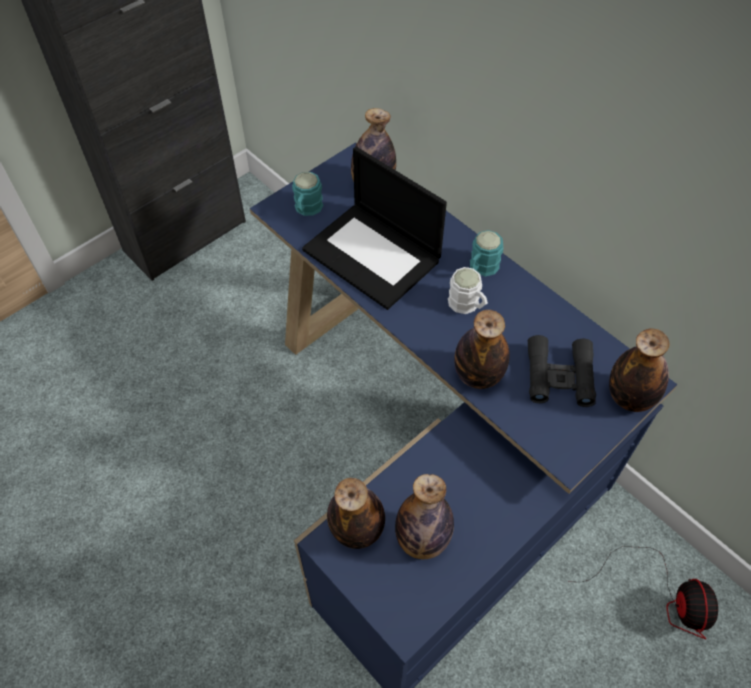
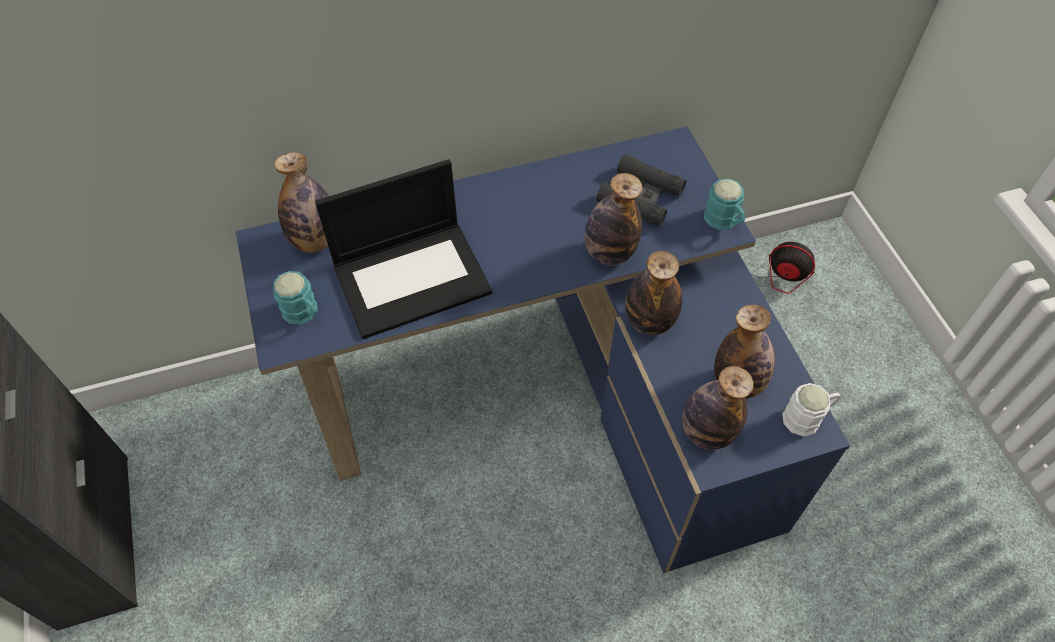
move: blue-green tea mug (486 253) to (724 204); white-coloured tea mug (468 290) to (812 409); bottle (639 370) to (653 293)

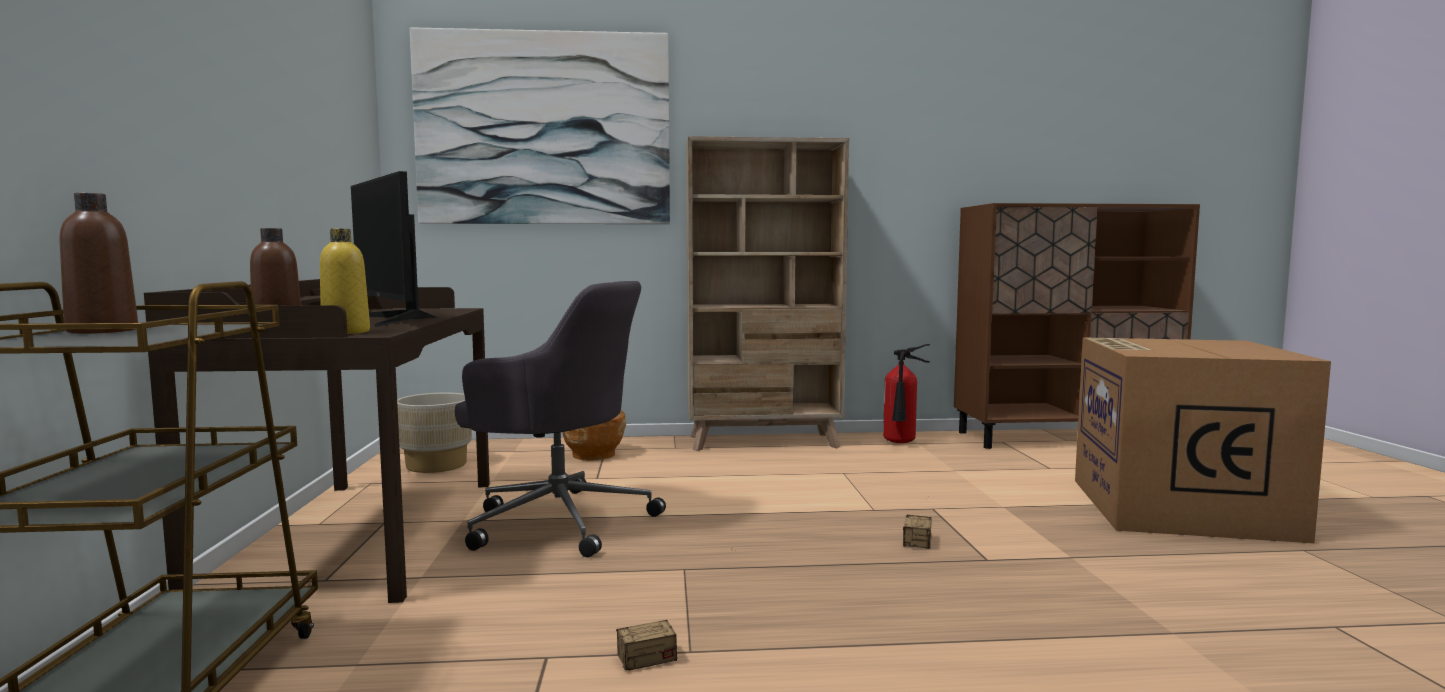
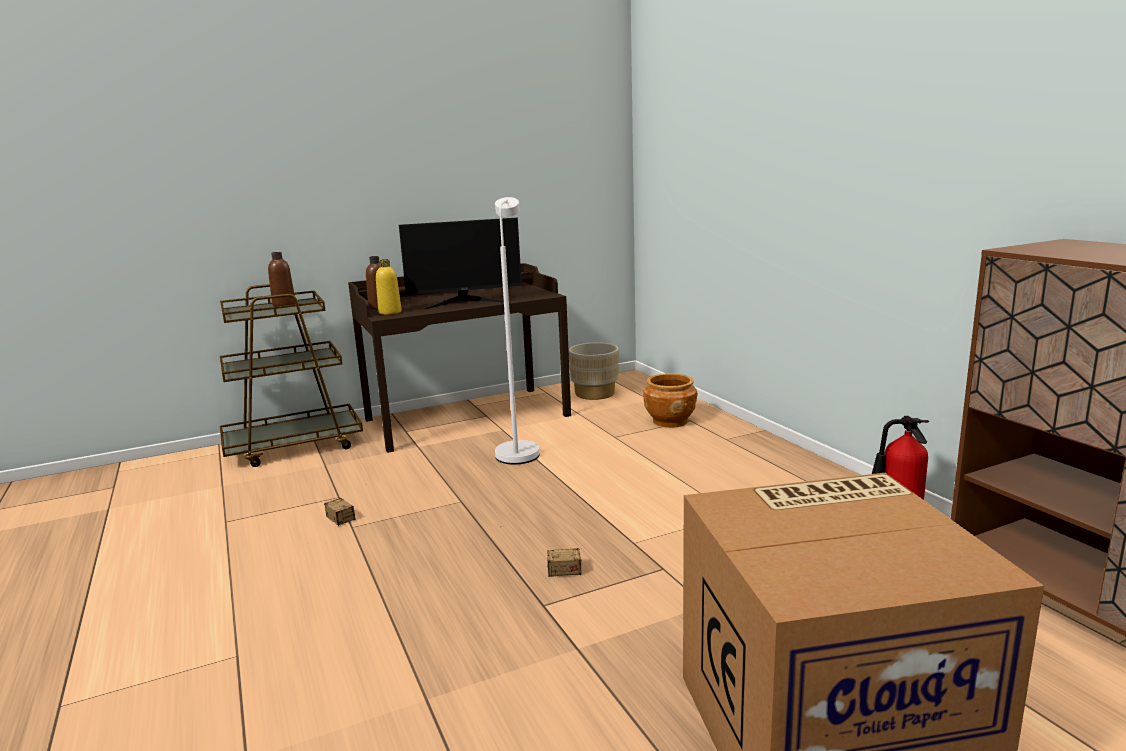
delete: wall picture (540 125); sand-coloured bookshelf (767 293)
replace: grey office chair (560 419) to white-coloured standard lamp (517 330)
rotate: monitor (394 249) = (460 263) 135 degrees counterclockwise

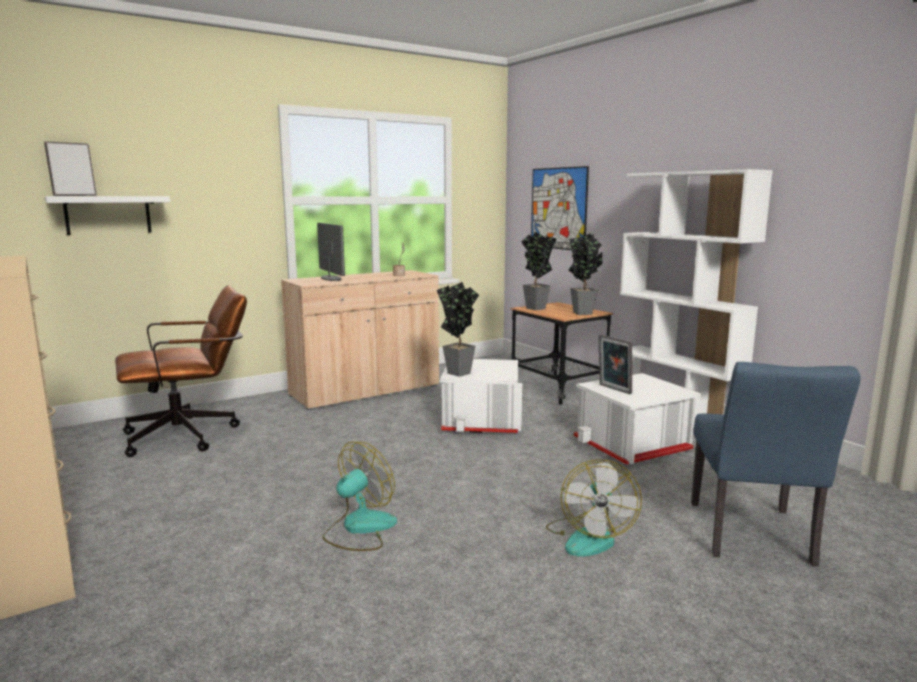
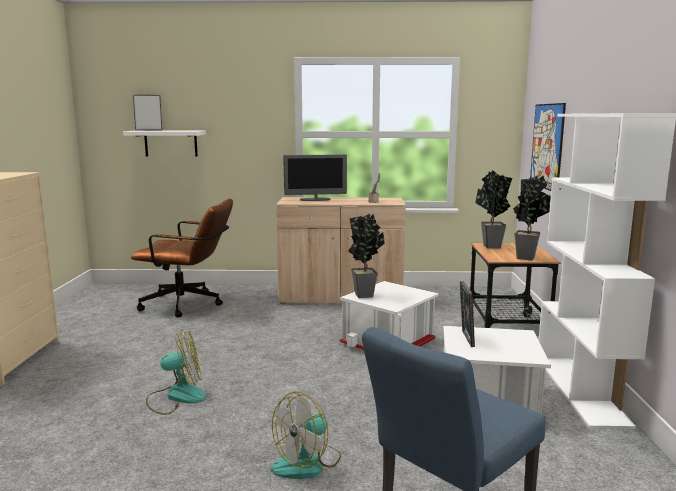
rotate: monitor (331 252) = (315 177) 75 degrees clockwise

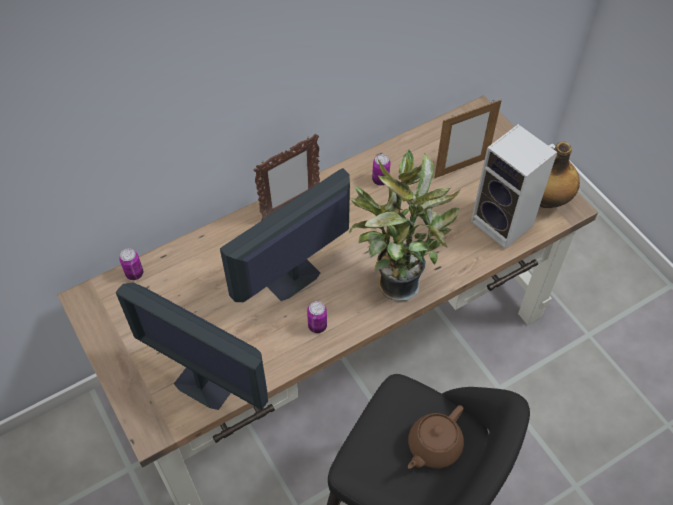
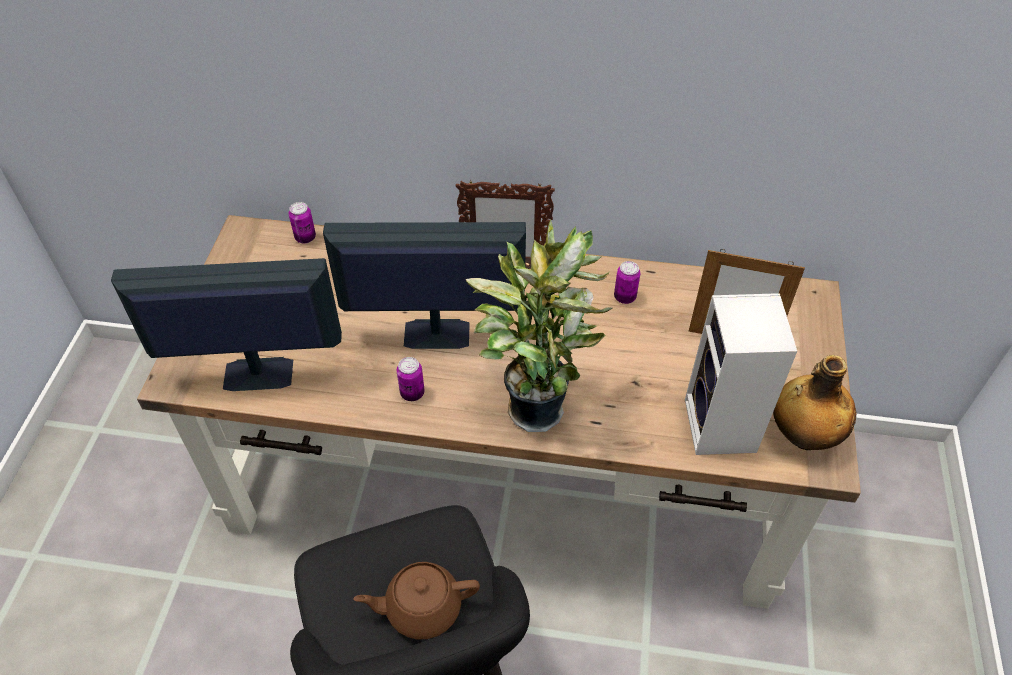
rotate: monitor (192 346) = (226 324) 105 degrees clockwise

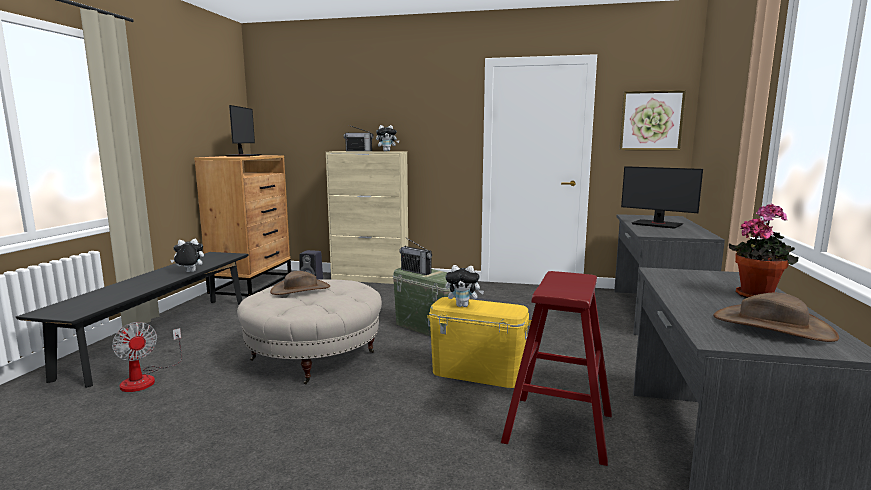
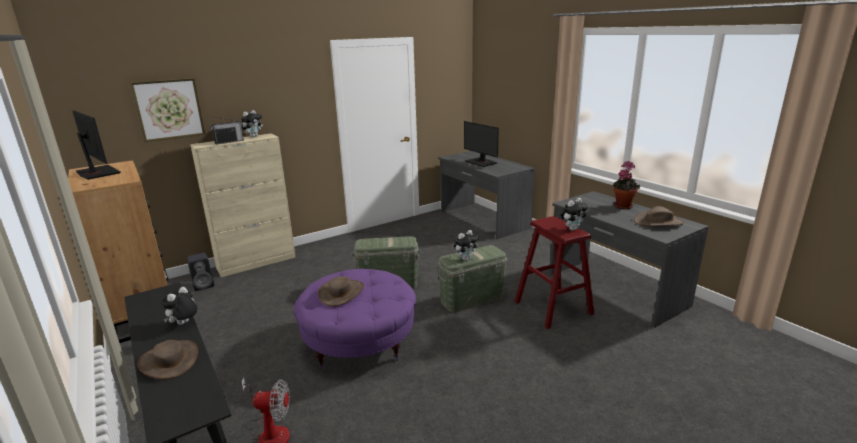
delete: radio (415 256)
insert: plush toy (574 214); brown-coloured wearable hat (167 359)
move: wall picture (652 120) to (168 110)
recolor: sand-coloured ottoman (309 332) to purplish ottoman (355 319); yellow storage box (479 342) to greenish storage box (472 279)
rotate: monitor (662 197) = (481 144) 60 degrees clockwise

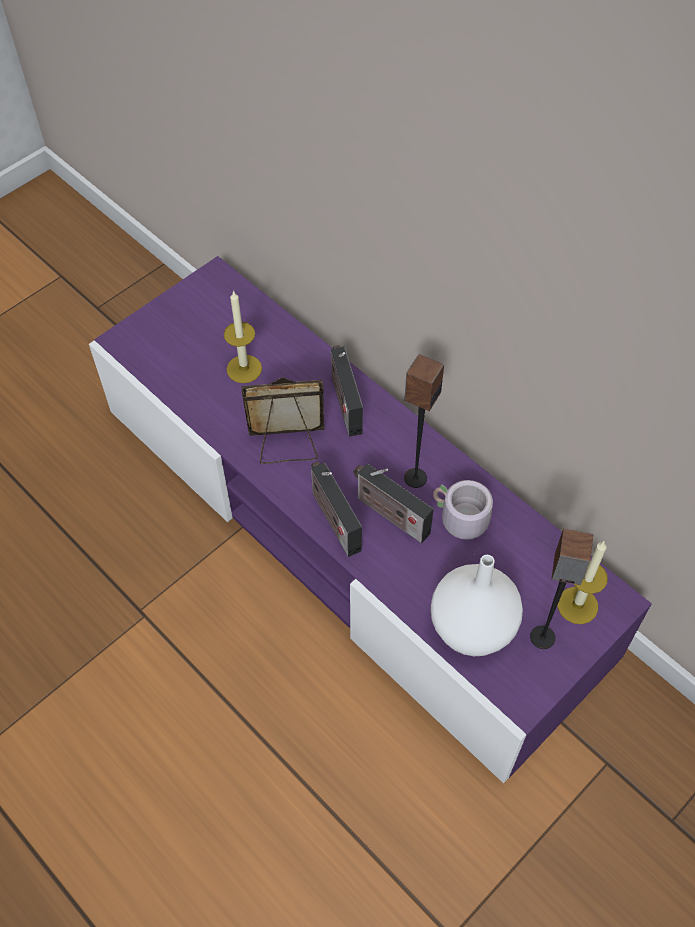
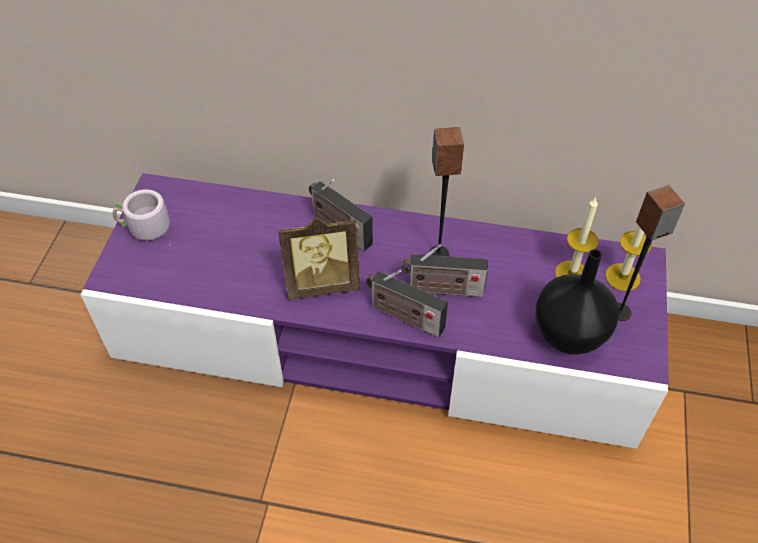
move: candle (243 336) to (577 237); grey tea mug (463 517) to (142 215)
recolor: white-coloured decorative vase (476 605) to black decorative vase (577 301)
rotate: picture frame (282 421) = (319 259) 150 degrees counterclockwise

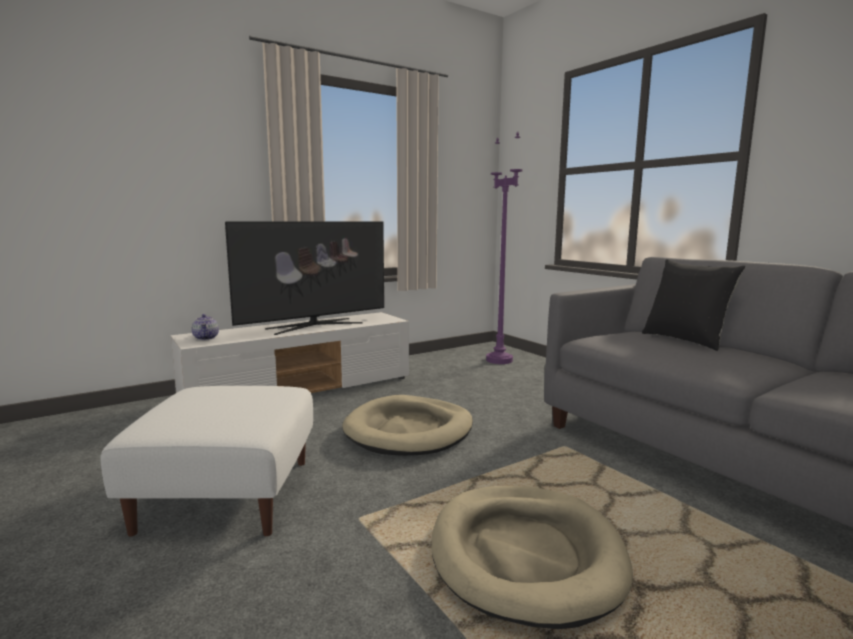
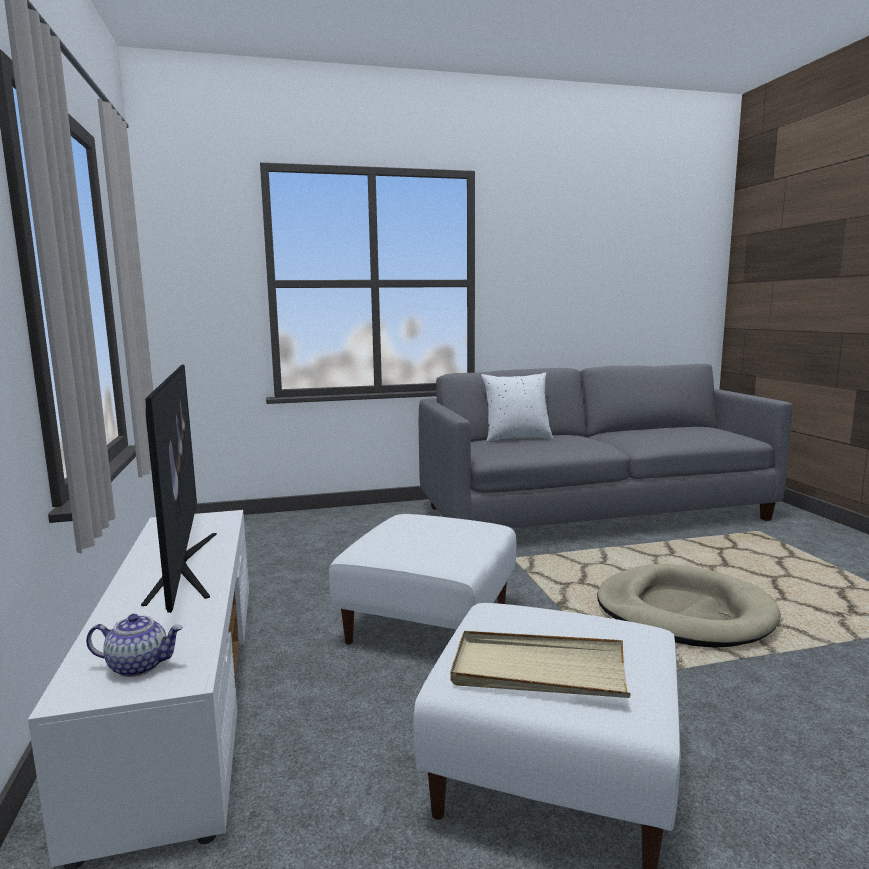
delete: purplish standard lamp (504 248)
insert: sand-coloured carrying tray (540 664)
replace: sand-coloured dog bed (407 425) to white-coloured ottoman (422 579)
recolor: black throw pillow (694 305) to white-coloured throw pillow (517 407)

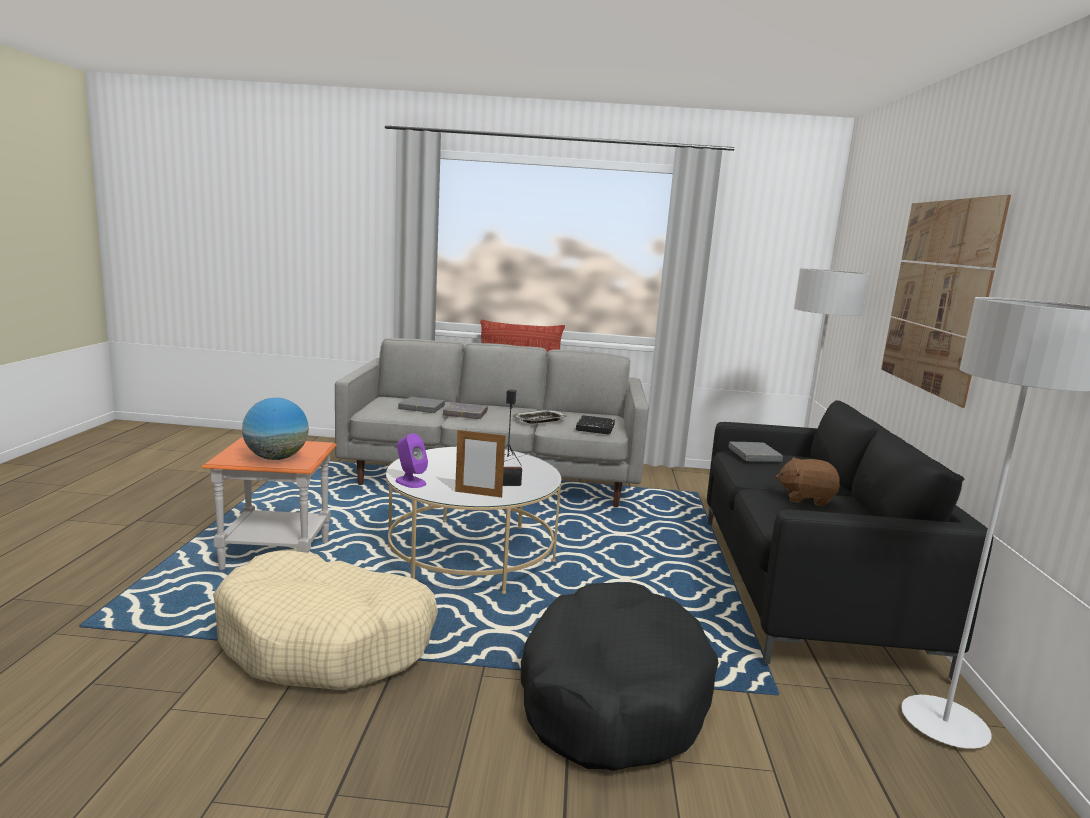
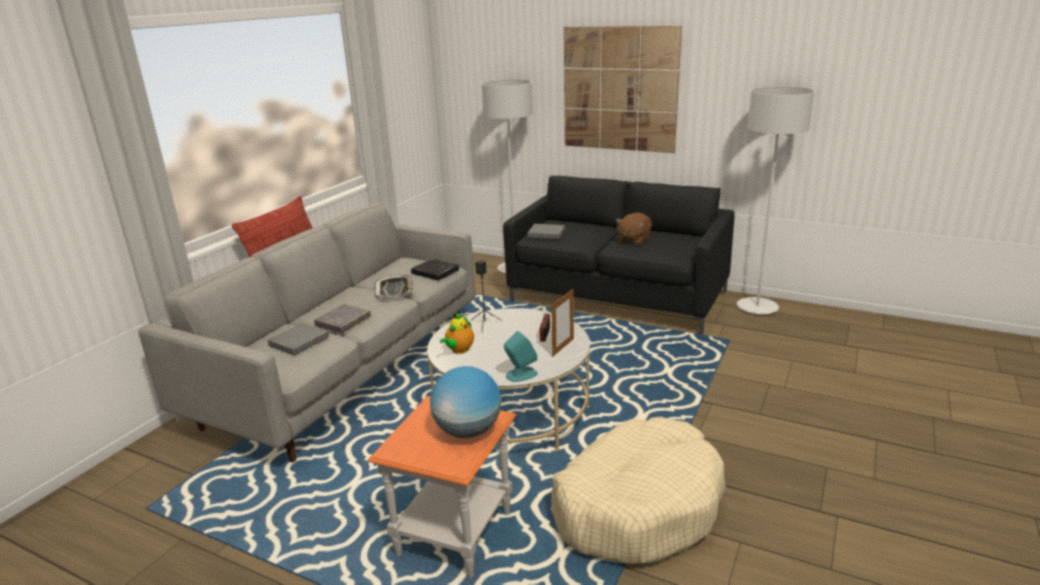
delete: black dog bed (620 676)
insert: tea pot (457 333)
recolor: purplish audio speaker (412 460) to blue-green audio speaker (520 356)

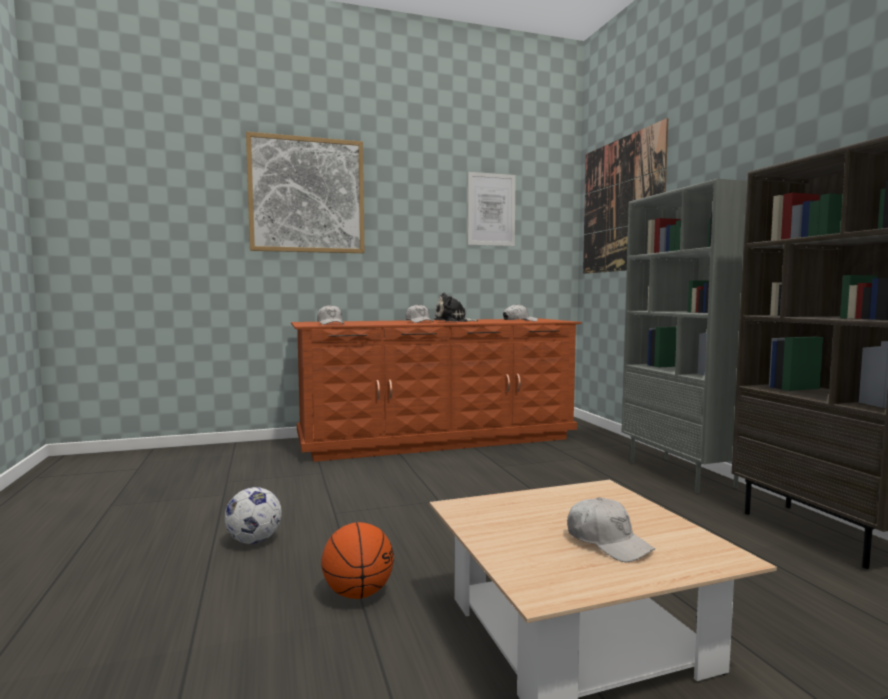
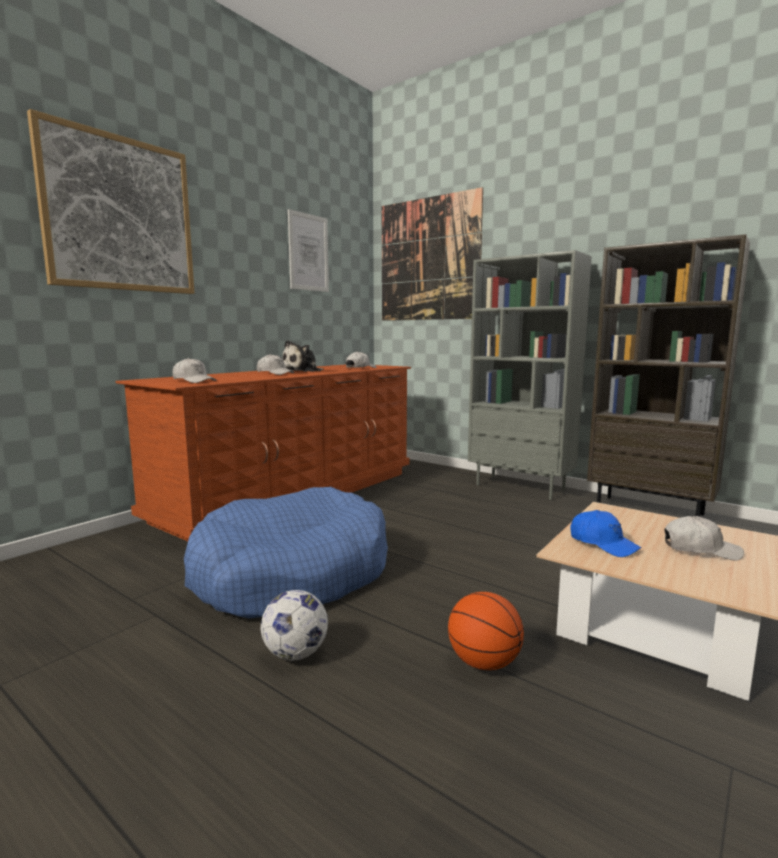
insert: bluish dog bed (286 553); bluish peaked cap (605 533)

